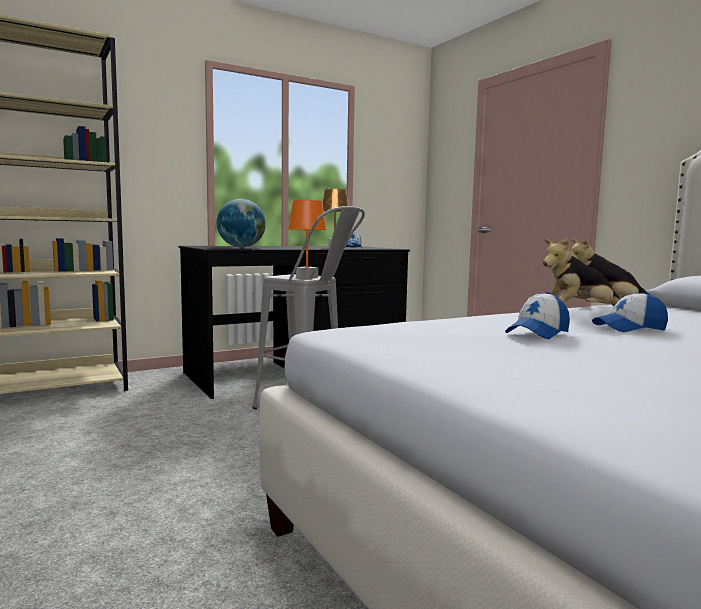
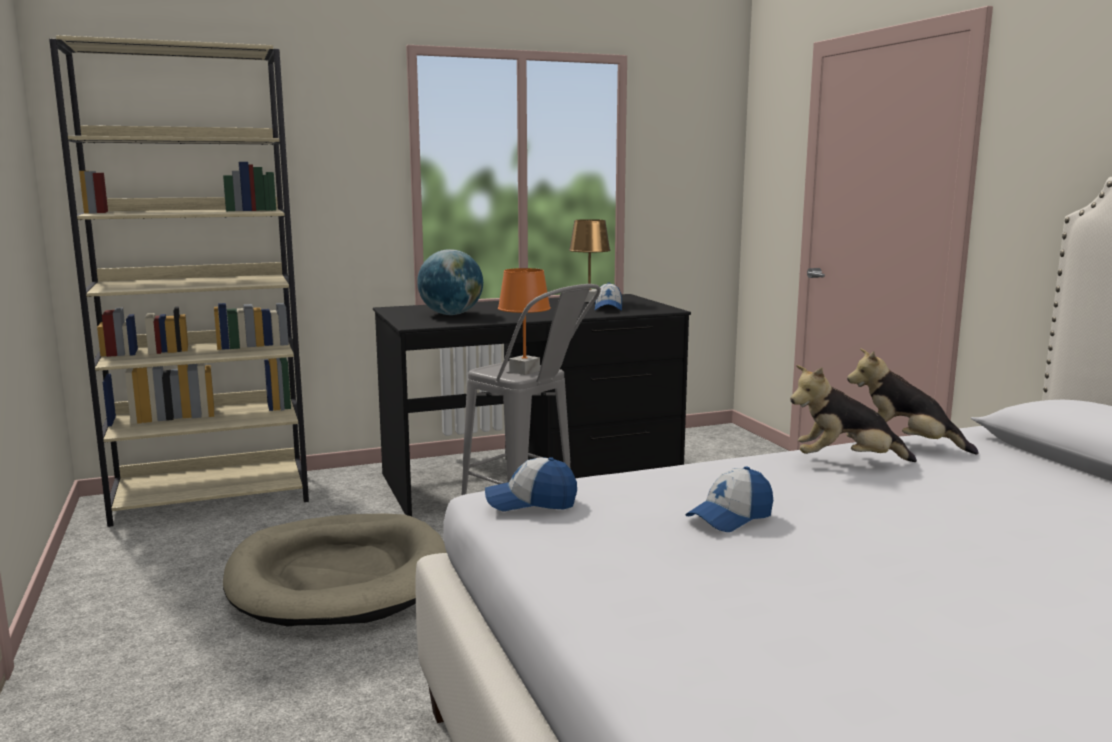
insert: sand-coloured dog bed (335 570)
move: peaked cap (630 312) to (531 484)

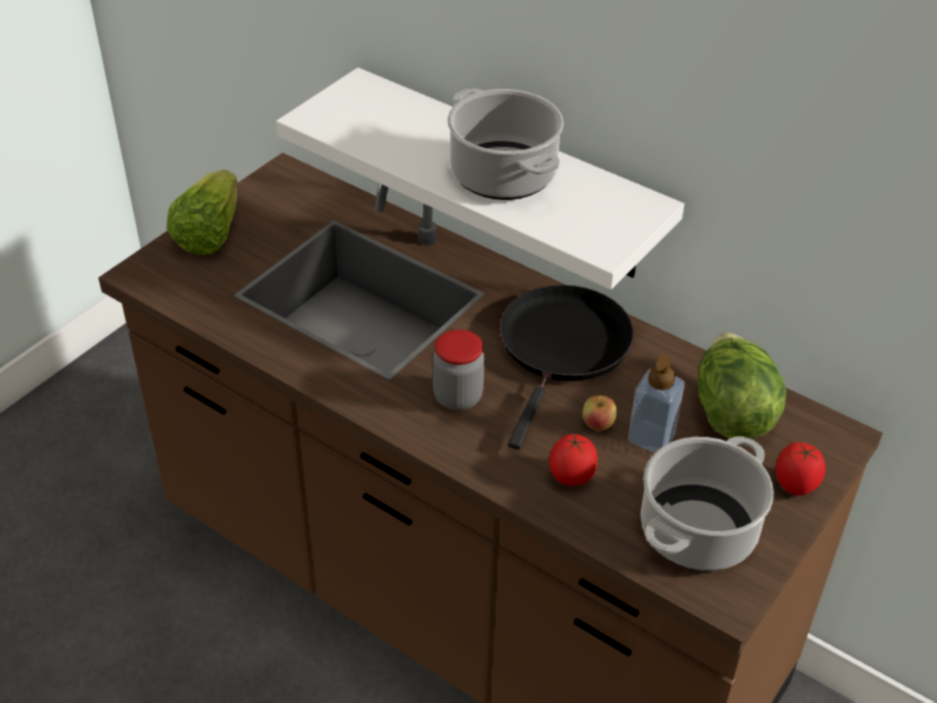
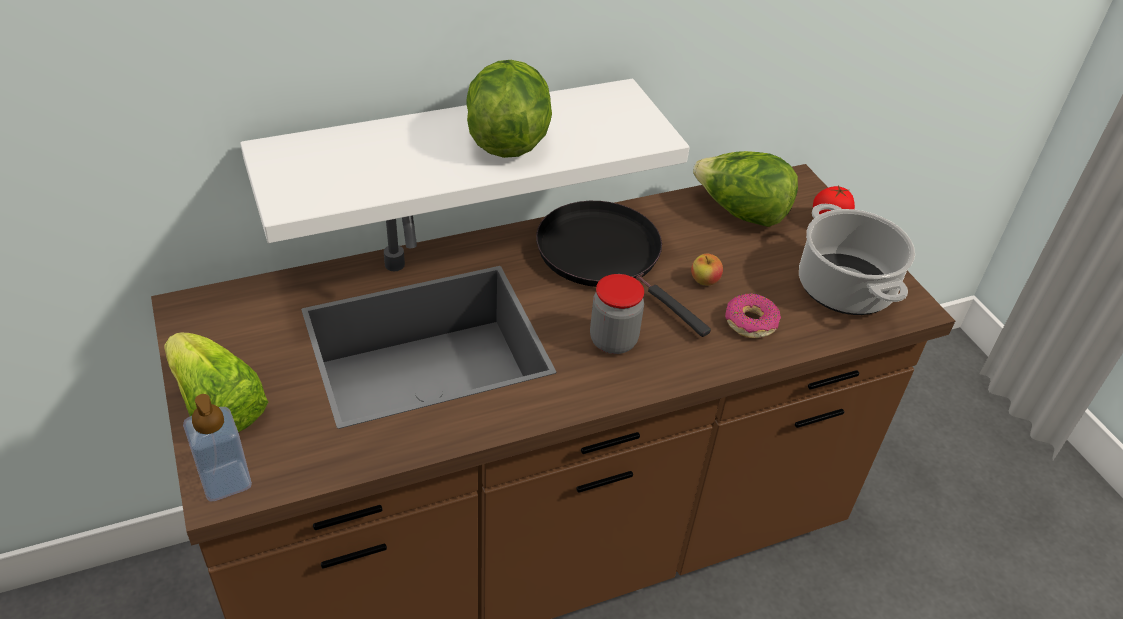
move: liquid soap bottle (656 403) to (217 448)
replace: cooking pot (505 144) to lettuce (509 109); tomato (573 459) to ring doughnut (753 315)

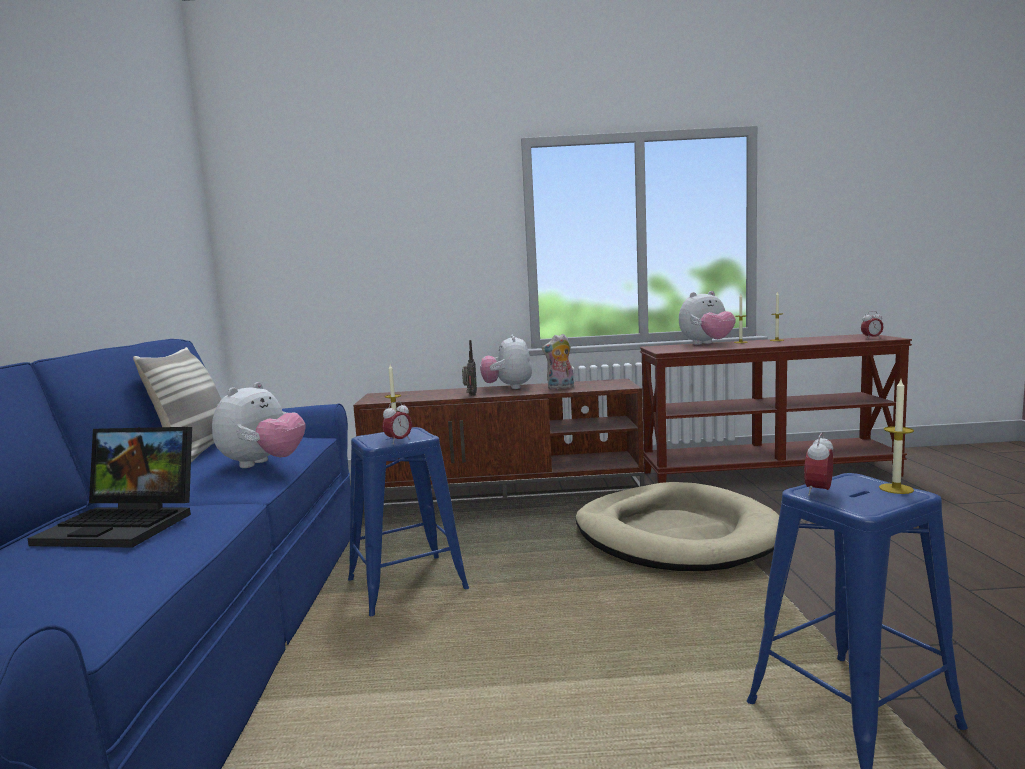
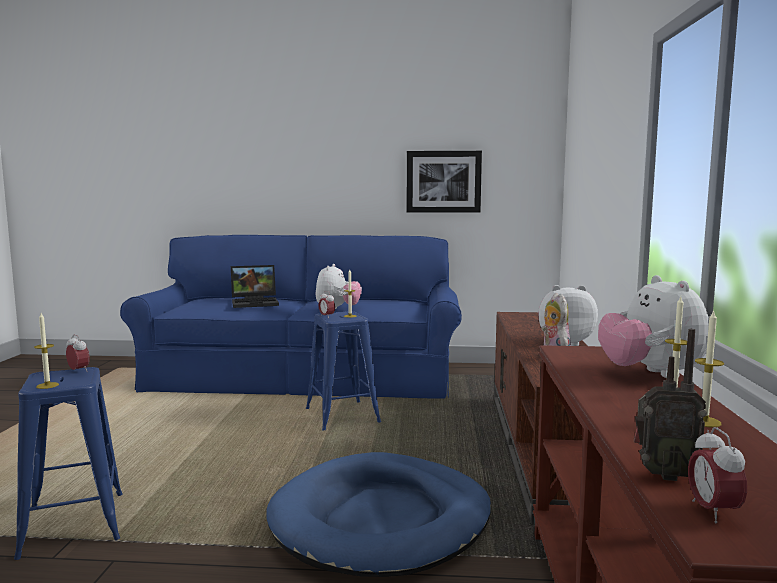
delete: throw pillow (177 404)
insert: wall picture (444 182)
move: radio (469 368) to (670 405)
recolor: sand-coloured dog bed (677 526) to bluish dog bed (379 514)
rotate: plush toy (258 425) = (339 286) 105 degrees counterclockwise; laptop (109 487) = (255 286) 120 degrees counterclockwise

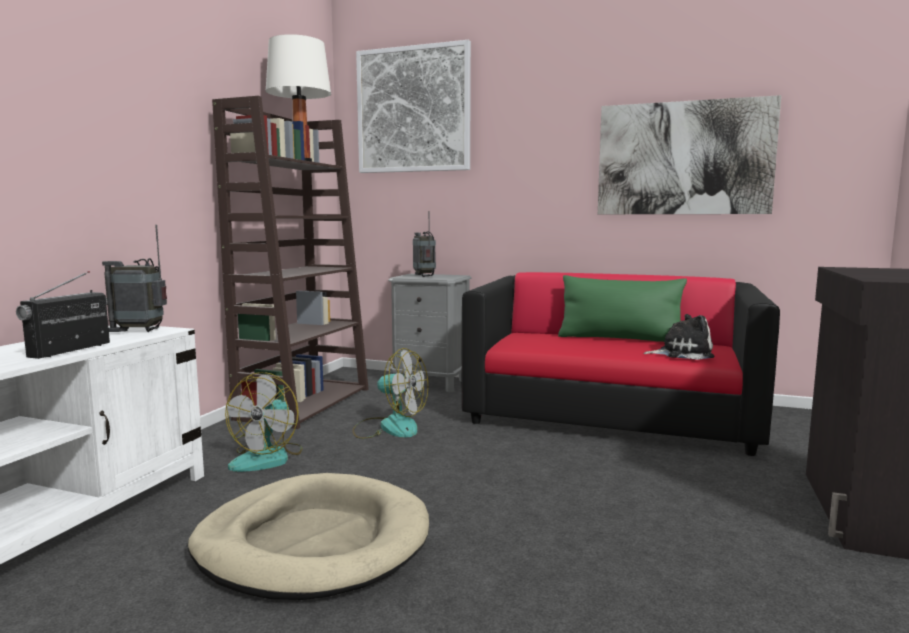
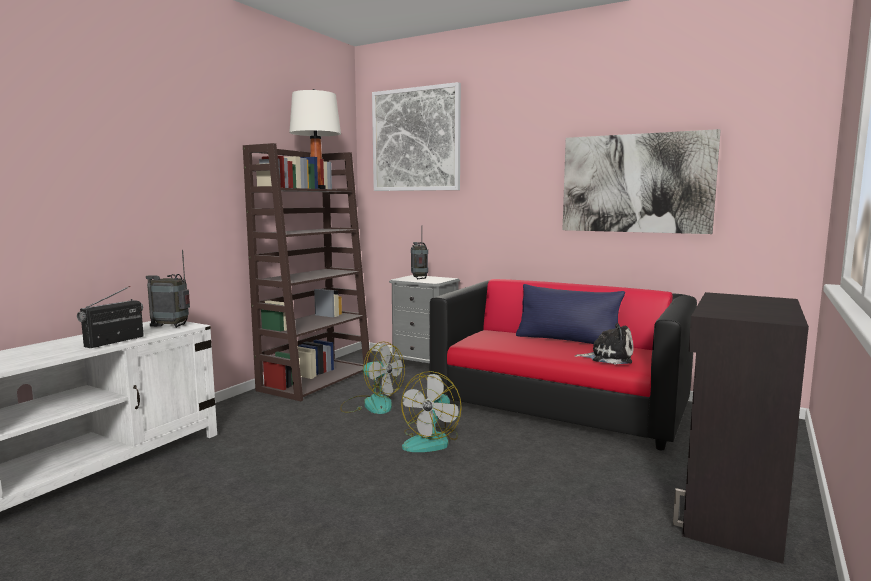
delete: sand-coloured dog bed (308 536)
move: electric fan (263 422) to (431 411)
recolor: greenish throw pillow (622 308) to bluish throw pillow (570 314)

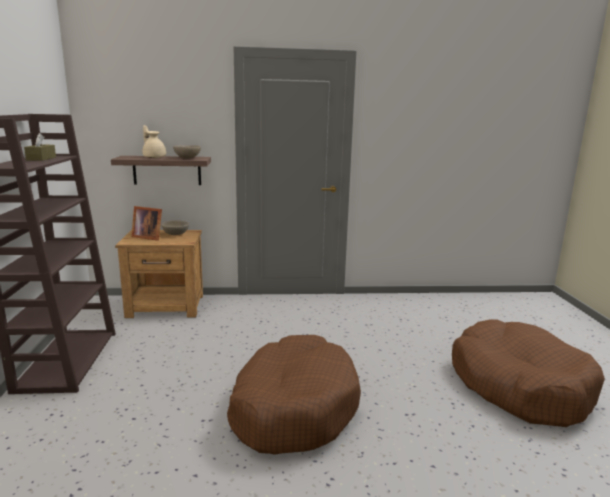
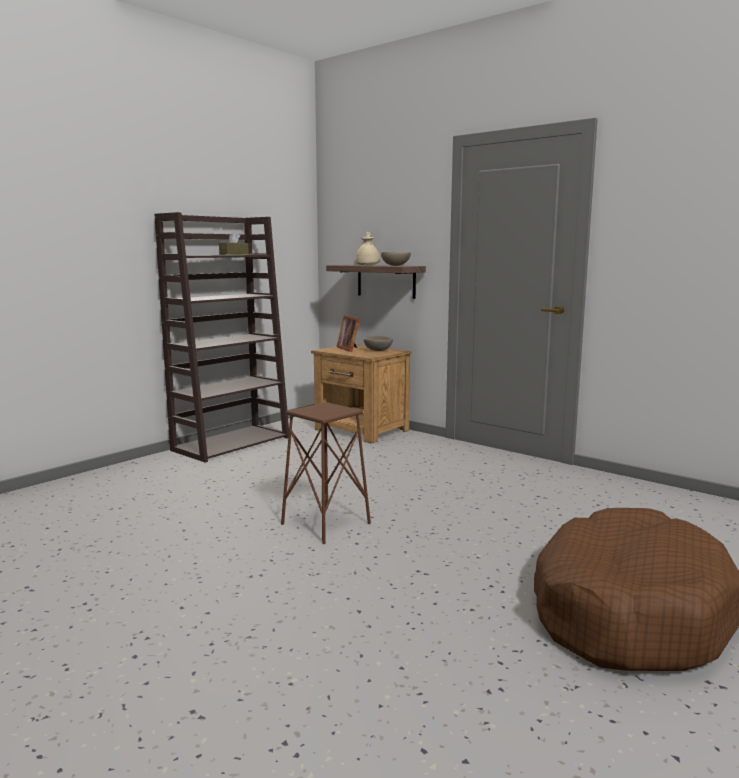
replace: brown-coloured dog bed (294 395) to brown-coloured stool seat (326 473)

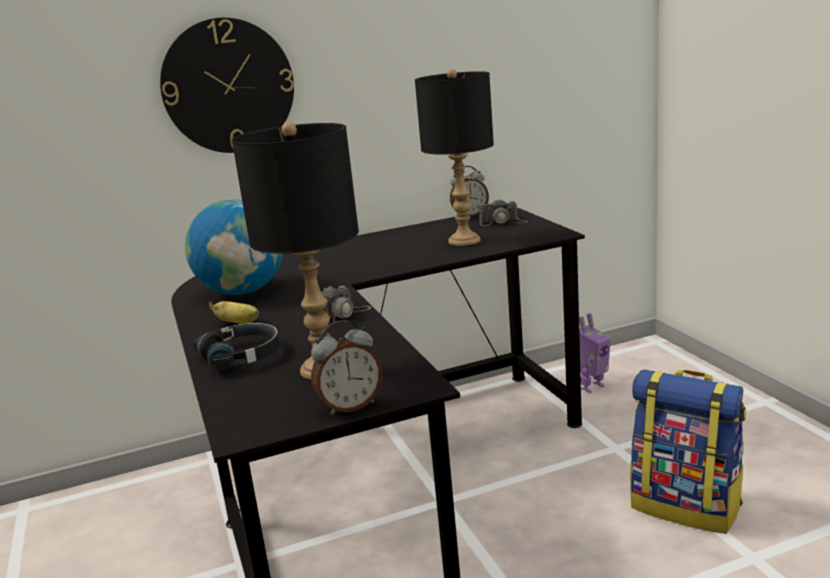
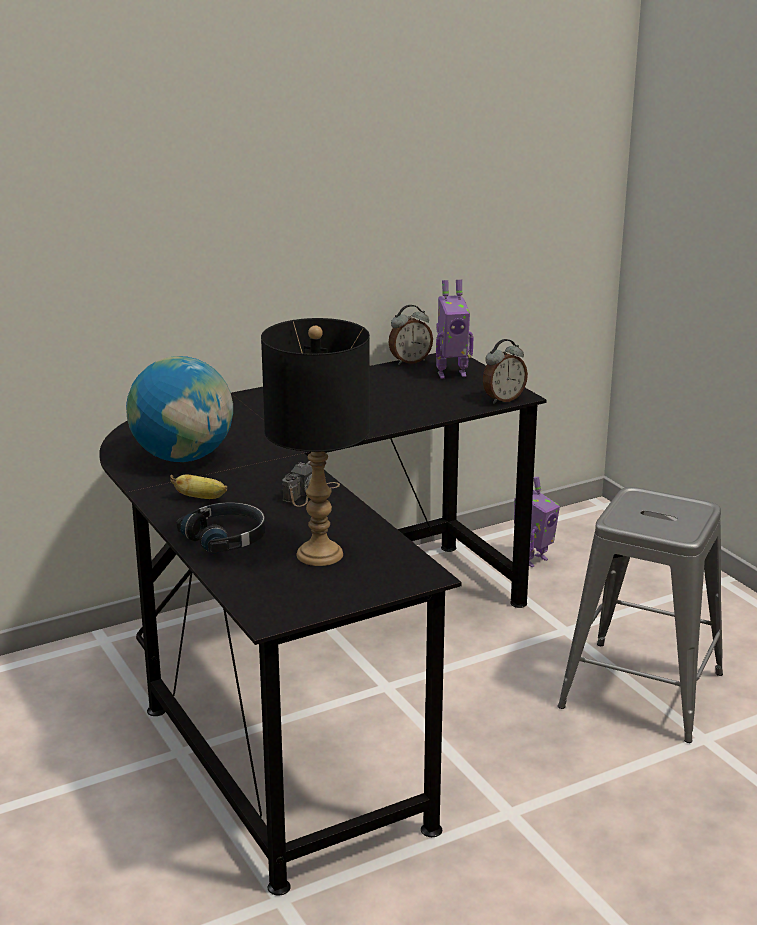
delete: wall clock (227 85); black table lamp (454 157)
move: table clock (347 367) to (505 371)
replace: photo camera (503 212) to robot figure (454 329); knapsack (688 451) to grey stool seat (640 615)

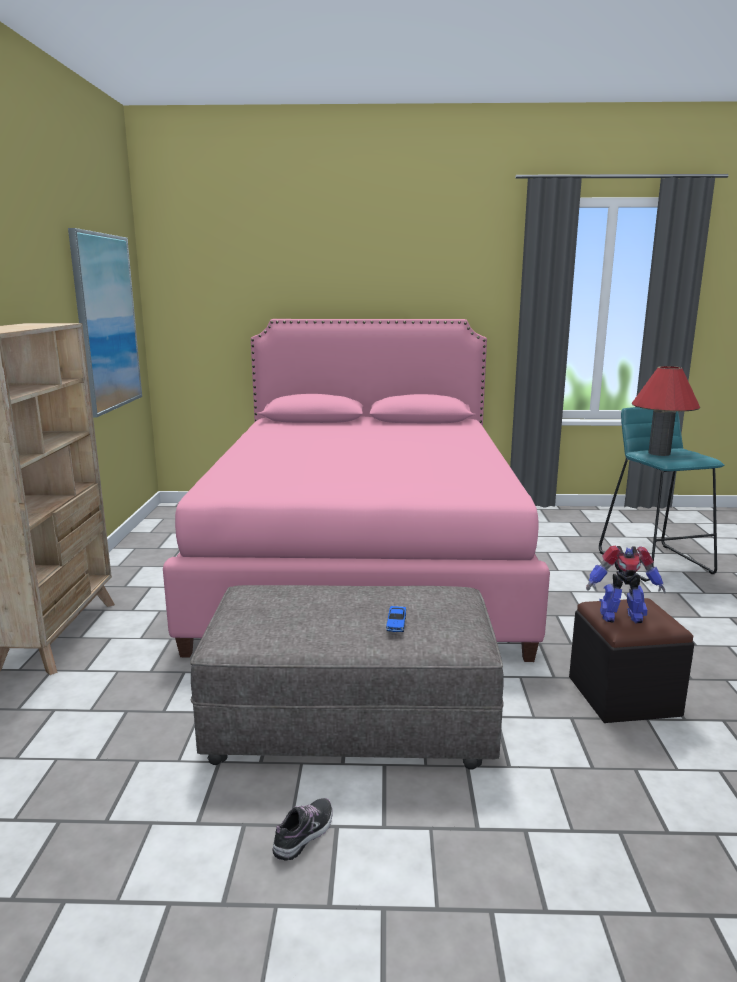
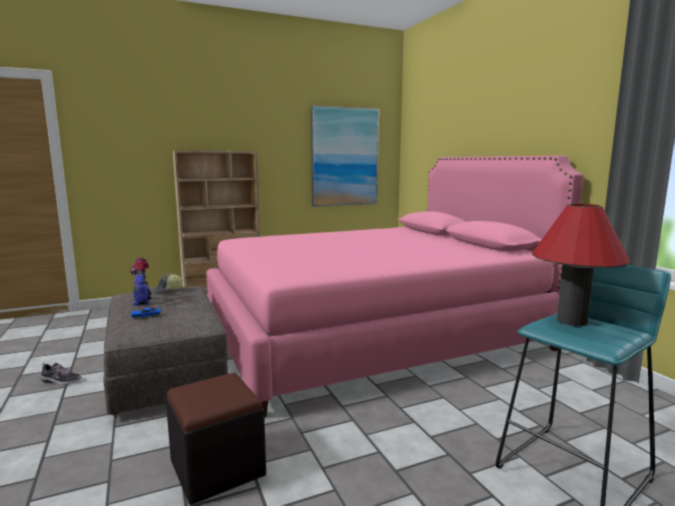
insert: peaked cap (166 283)
move: robot figure (626 584) to (141 282)

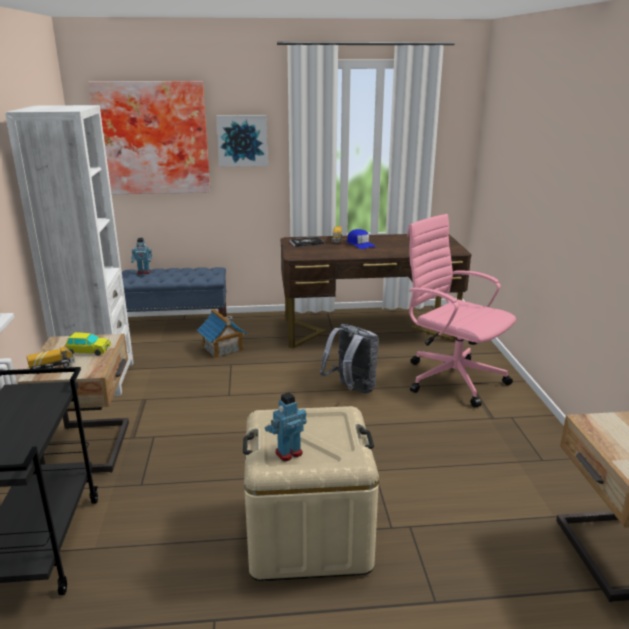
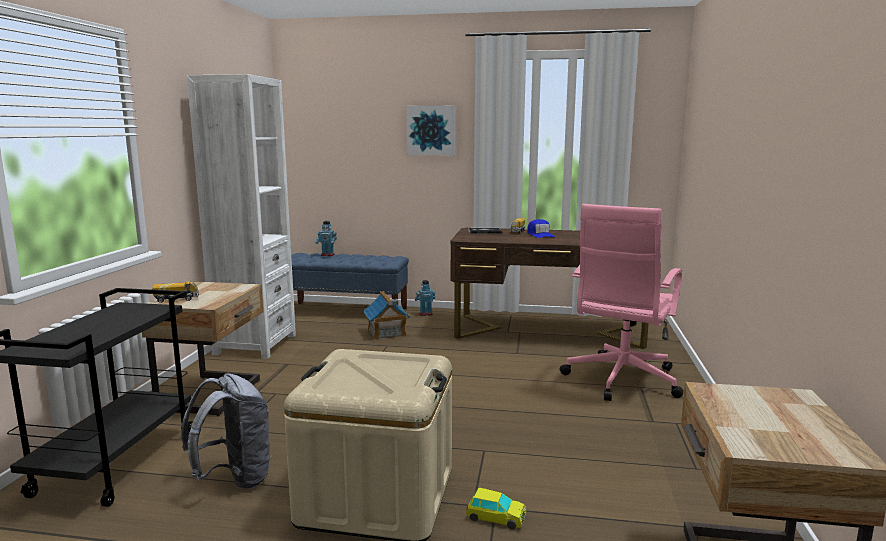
delete: wall picture (149 137)
move: grey knapsack (349 359) to (226 431); toy car (88 344) to (496 509); robot figure (286 426) to (425 298)
rotate: pink office chair (461 310) = (622 302) 120 degrees counterclockwise

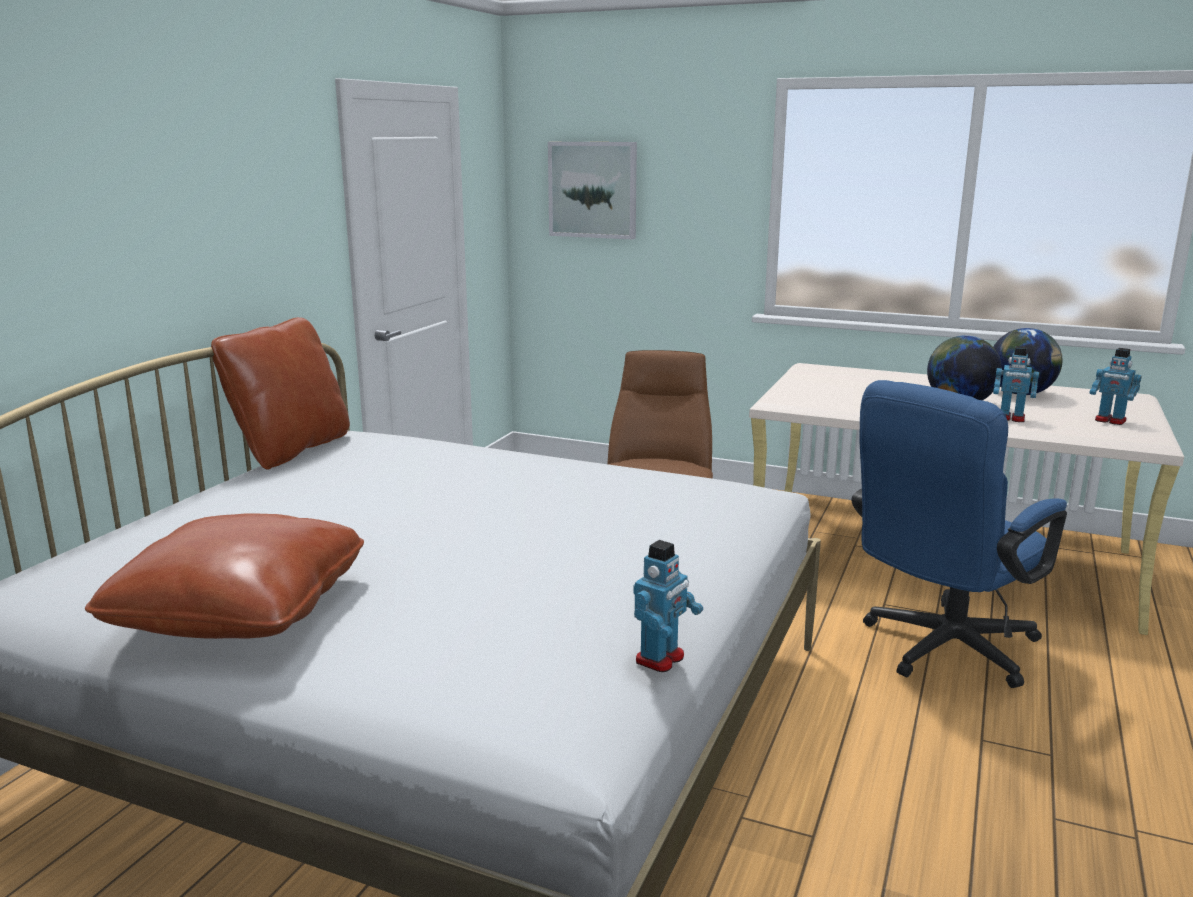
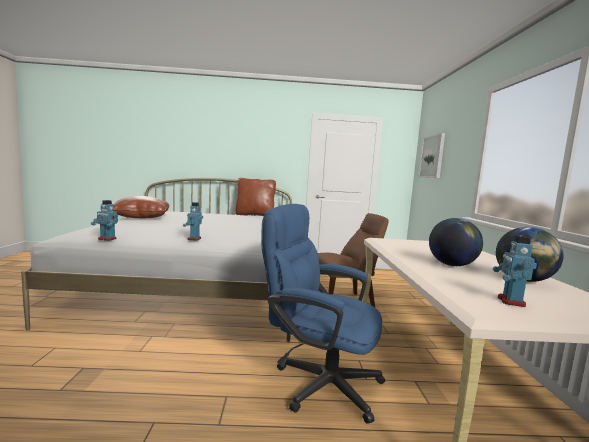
move: robot figure (1016 384) to (193 221)

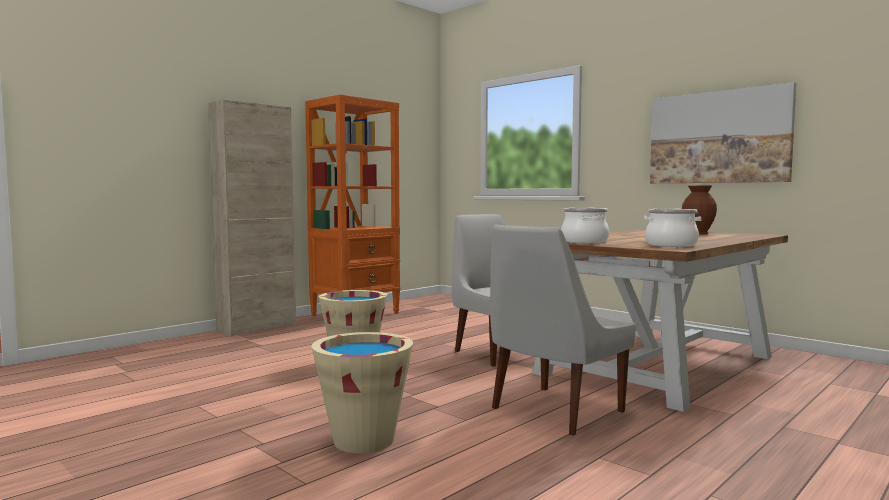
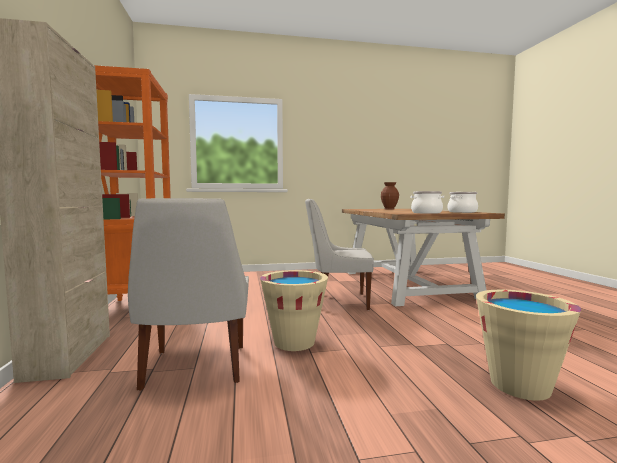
delete: wall picture (723 133)
move: white-coloured plain chair (563 330) to (188 294)

